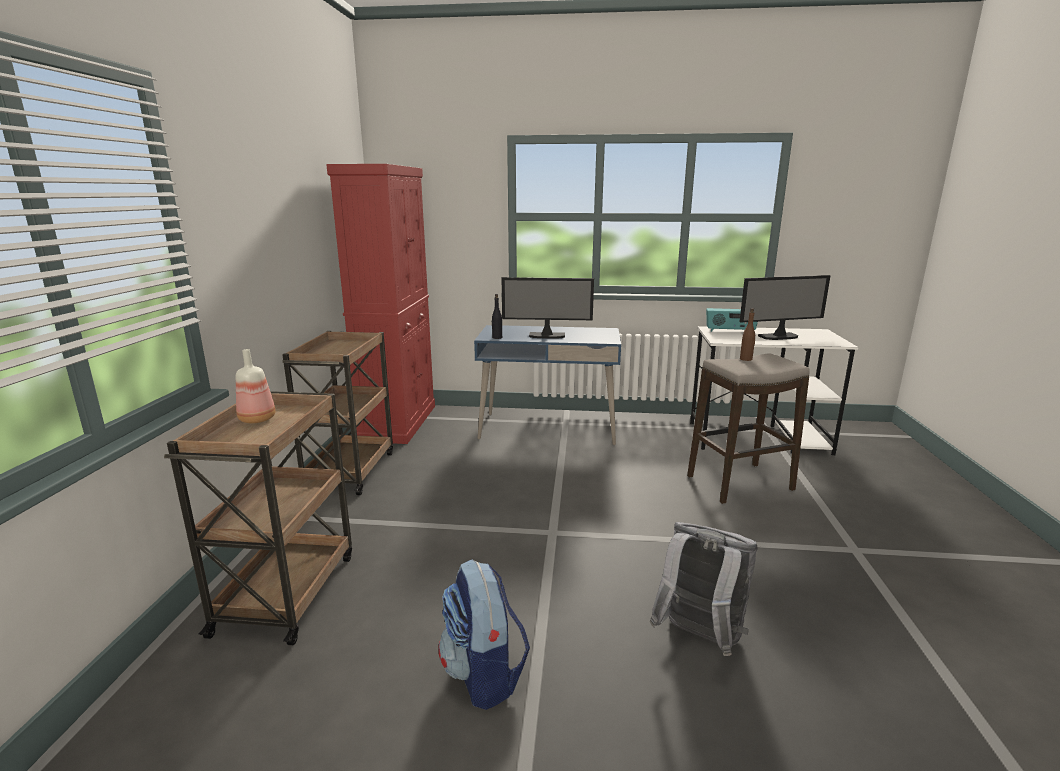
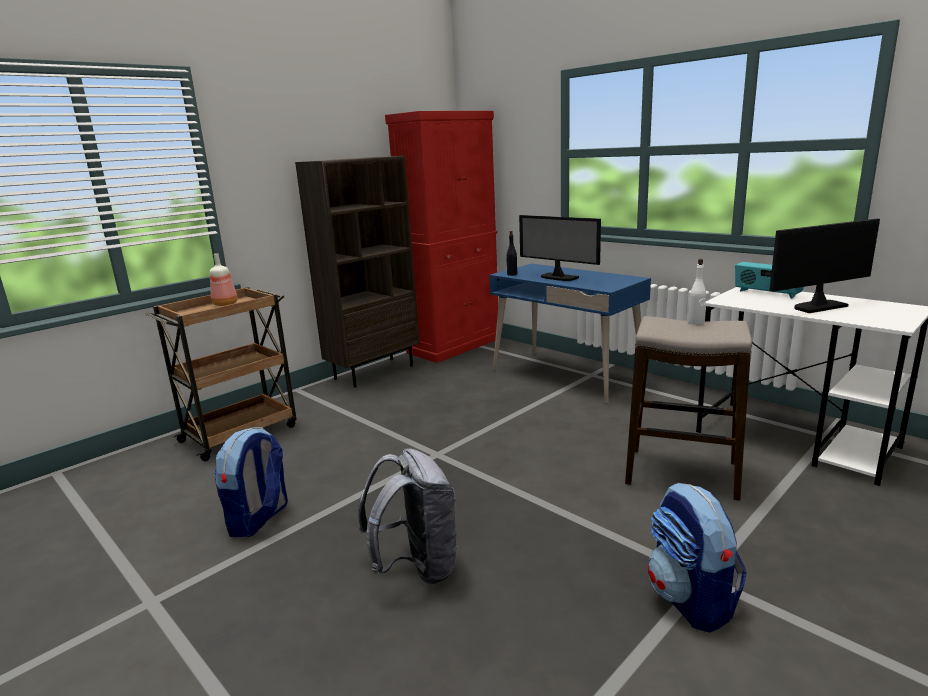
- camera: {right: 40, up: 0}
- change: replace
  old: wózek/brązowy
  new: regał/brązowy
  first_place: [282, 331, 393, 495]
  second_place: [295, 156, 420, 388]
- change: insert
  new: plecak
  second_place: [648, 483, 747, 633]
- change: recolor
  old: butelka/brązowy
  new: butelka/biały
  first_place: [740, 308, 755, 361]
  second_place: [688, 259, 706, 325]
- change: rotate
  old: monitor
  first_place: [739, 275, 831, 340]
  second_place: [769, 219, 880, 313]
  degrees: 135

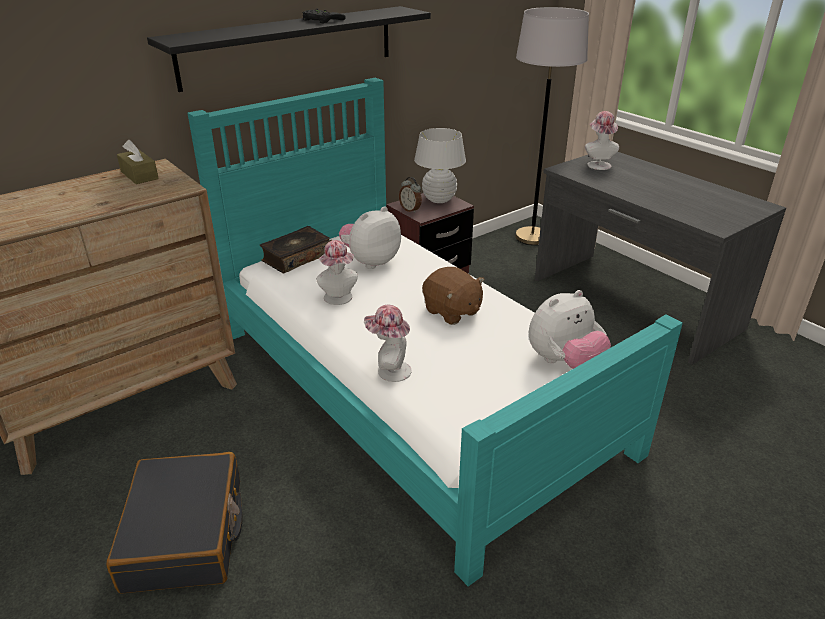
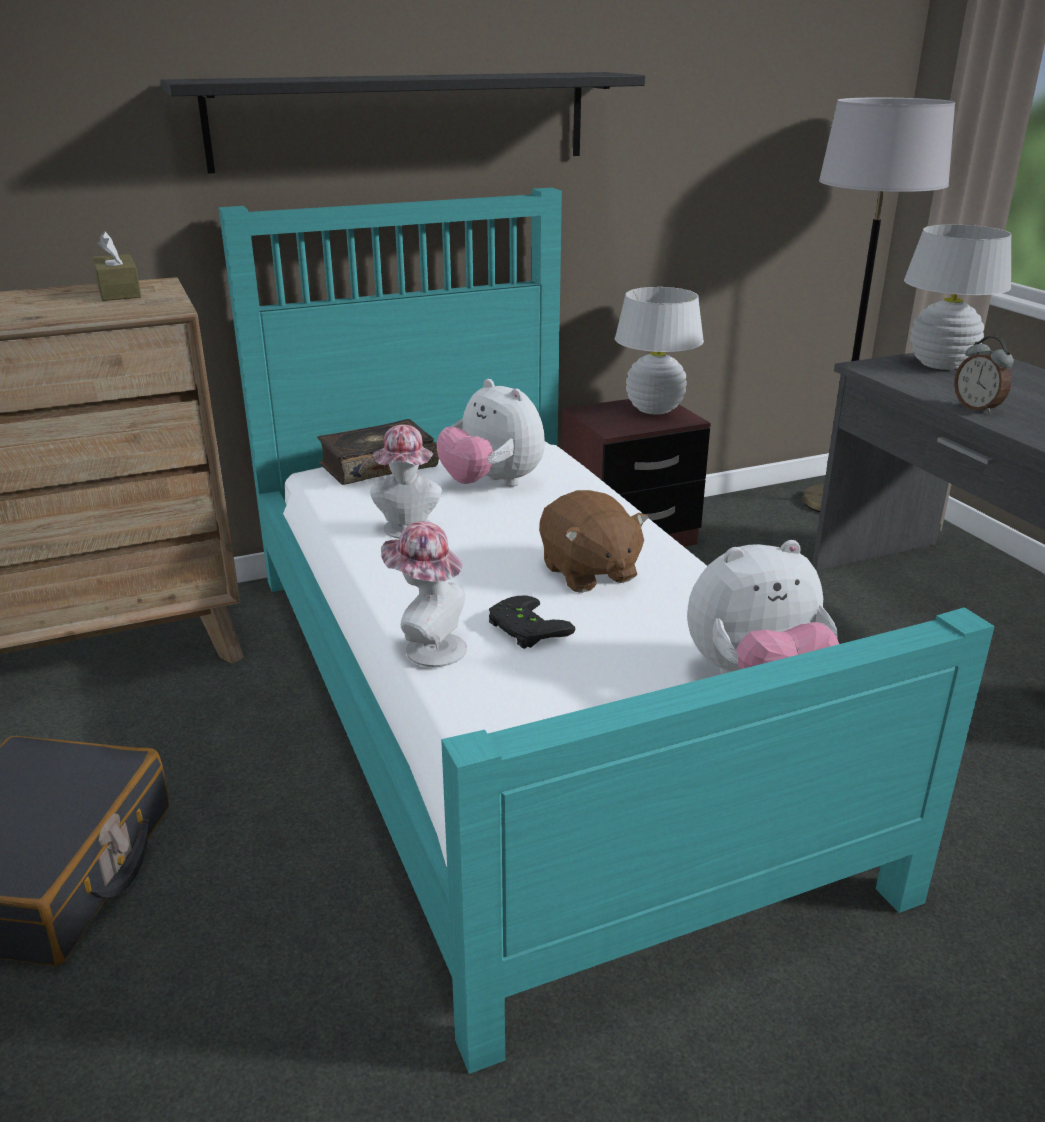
- camera: {right: 15, up: -5}
- change: rotate
  old: pluszak
  first_place: [339, 206, 401, 269]
  second_place: [437, 379, 545, 487]
  degrees: -105
- change: move
  old: pad do gier/czarny
  first_place: [302, 9, 346, 24]
  second_place: [489, 595, 575, 649]
- change: replace
  old: kapelusz
  new: lampa stołowa/biały
  first_place: [585, 111, 619, 170]
  second_place: [904, 225, 1012, 370]
- change: move
  old: budzik
  first_place: [399, 177, 422, 213]
  second_place: [954, 336, 1014, 414]

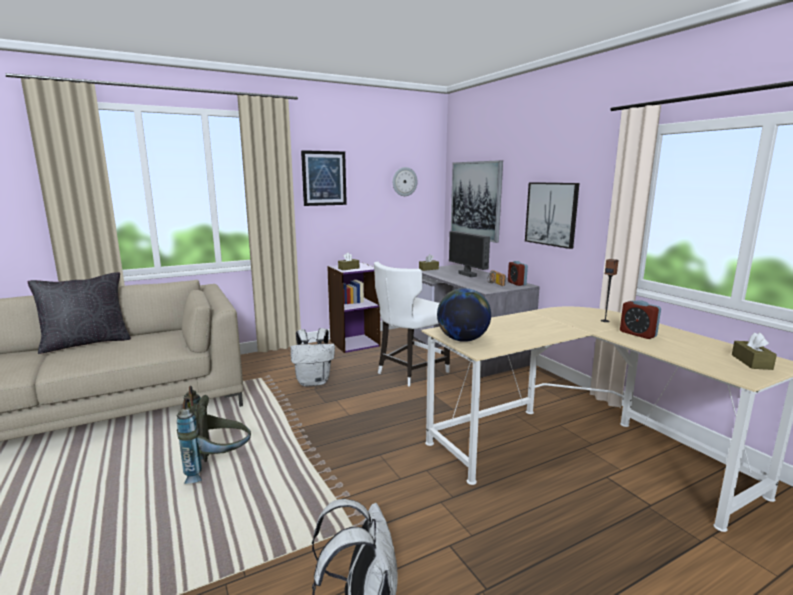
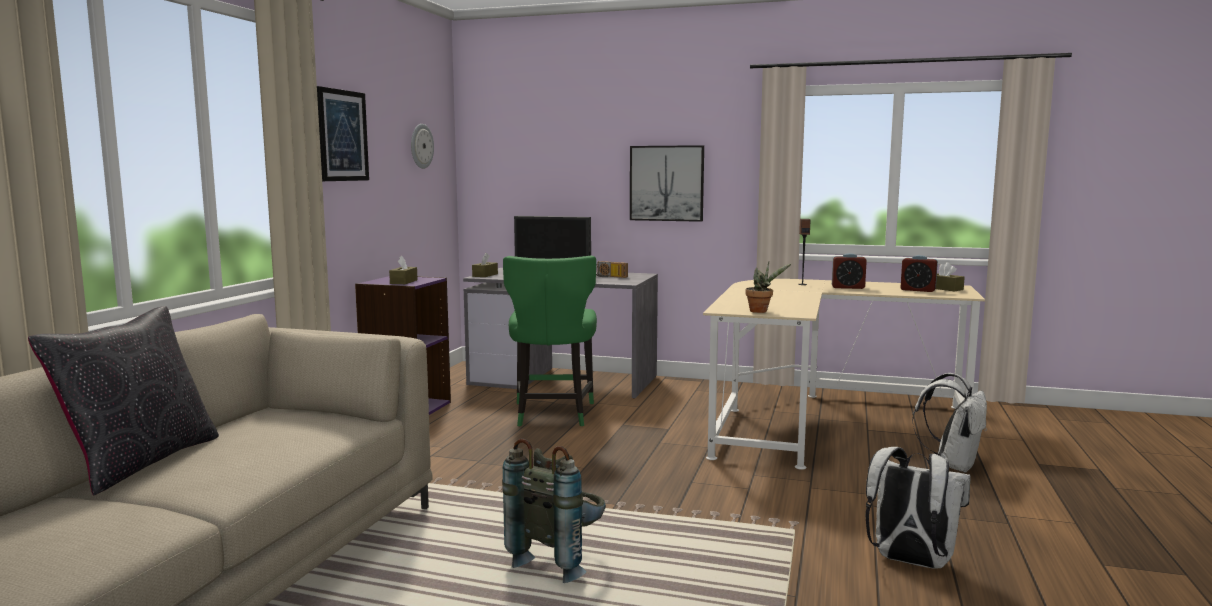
- camera: {right: -45, up: -5}
- change: recolor
  old: krzesło/biały
  new: krzesło/zielony
  first_place: [374, 261, 450, 387]
  second_place: [503, 256, 597, 426]
- change: replace
  old: globus
  new: roślina doniczkowa
  first_place: [437, 288, 491, 342]
  second_place: [745, 261, 792, 313]
- change: move
  old: budzik
  first_place: [508, 261, 528, 286]
  second_place: [901, 255, 938, 292]
- change: move
  old: plecak/biały
  first_place: [290, 328, 335, 386]
  second_place: [912, 373, 987, 473]
- change: delete
  old: obraz
  first_place: [451, 160, 503, 243]

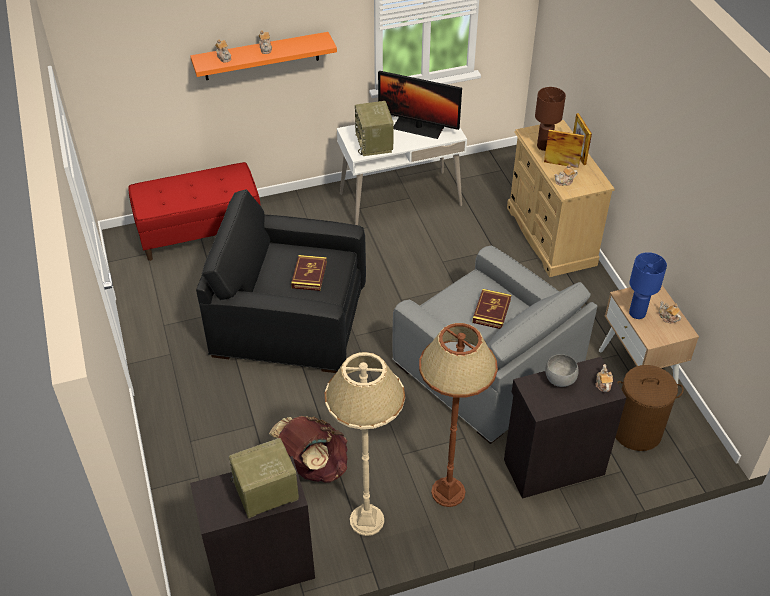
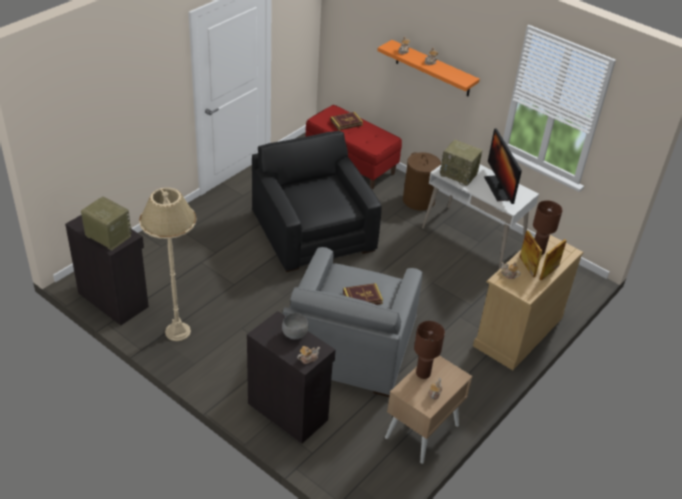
- camera: {right: 55, up: -5}
- change: move
  old: książka
  first_place: [291, 255, 327, 291]
  second_place: [330, 112, 363, 131]
- change: move
  old: kosz na pranie/brązowy
  first_place: [615, 365, 684, 451]
  second_place: [403, 152, 441, 211]
- change: recolor
  old: lampa stołowa/niebieski
  new: lampa stołowa/brązowy
  first_place: [629, 252, 667, 319]
  second_place: [414, 321, 445, 379]
- change: rotate
  old: radio
  first_place: [355, 101, 394, 156]
  second_place: [440, 140, 482, 186]
  degrees: -105
- change: delete
  old: plecak/brązowy
  first_place: [269, 416, 348, 483]
- change: delete
  old: lampa stojąca/brązowy
  first_place: [419, 323, 498, 507]

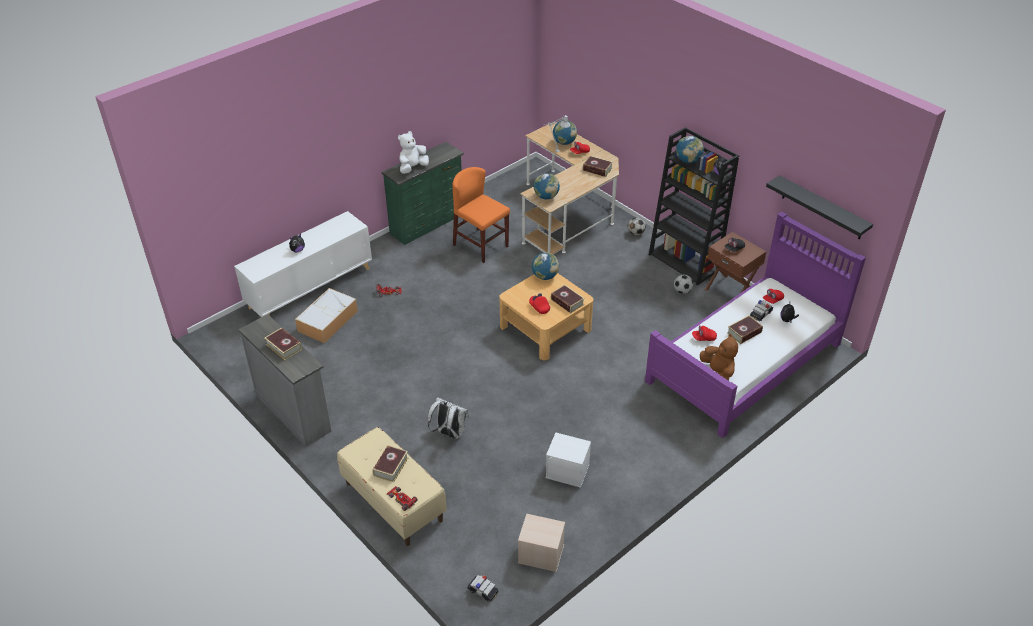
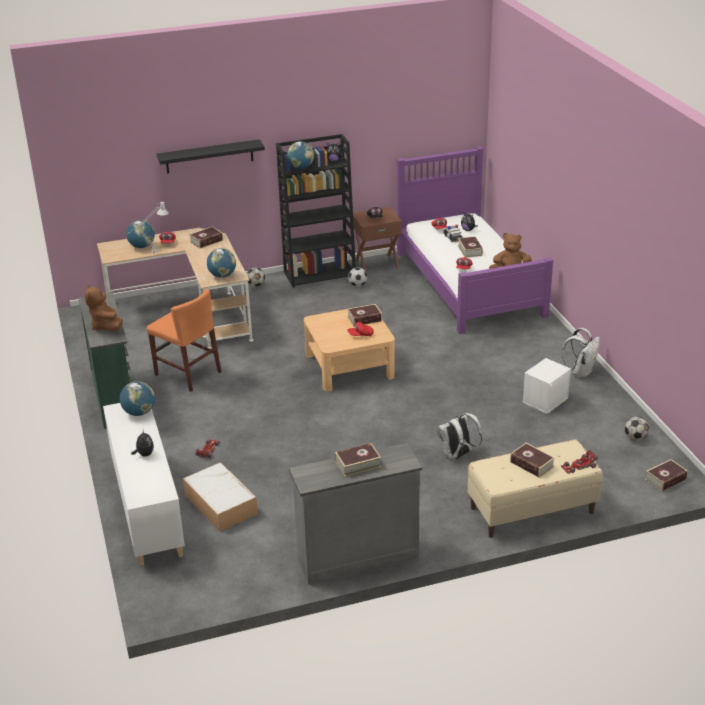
- camera: {right: -65, up: -10}
- change: recolor
  old: pluszak/biały
  new: pluszak/brązowy
  first_place: [398, 131, 429, 174]
  second_place: [85, 285, 123, 331]
- change: move
  old: globus
  first_place: [532, 252, 559, 280]
  second_place: [120, 381, 155, 416]
- change: rotate
  old: krzesło/pomarańczowy
  first_place: [452, 167, 510, 263]
  second_place: [146, 289, 221, 392]
  degrees: -120
- change: move
  old: półka/czarny
  first_place: [766, 175, 873, 239]
  second_place: [157, 139, 265, 173]
- change: insert
  new: plecak/biały
  second_place: [561, 328, 600, 378]
- change: replace
  old: pojemnik do przechowywania/beżowy
  new: piłka futbolowa
  first_place: [518, 514, 565, 572]
  second_place: [625, 416, 649, 441]
- change: replace
  old: samochodzik
  new: książka
  first_place: [467, 575, 499, 602]
  second_place: [645, 459, 688, 491]

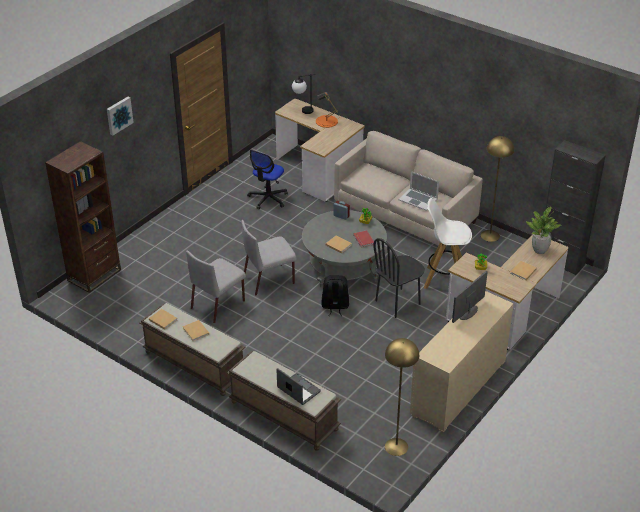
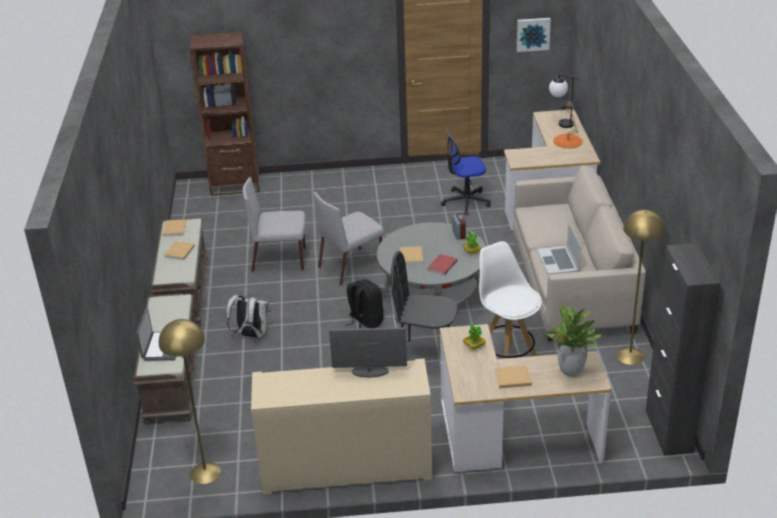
- camera: {right: 50, up: -5}
- change: insert
  new: plecak/biały
  second_place: [226, 295, 270, 338]
- change: rotate
  old: krzesło/szary
  first_place: [241, 220, 296, 296]
  second_place: [314, 192, 385, 285]
  degrees: -60
- change: move
  old: obraz
  first_place: [107, 97, 134, 135]
  second_place: [517, 18, 551, 52]

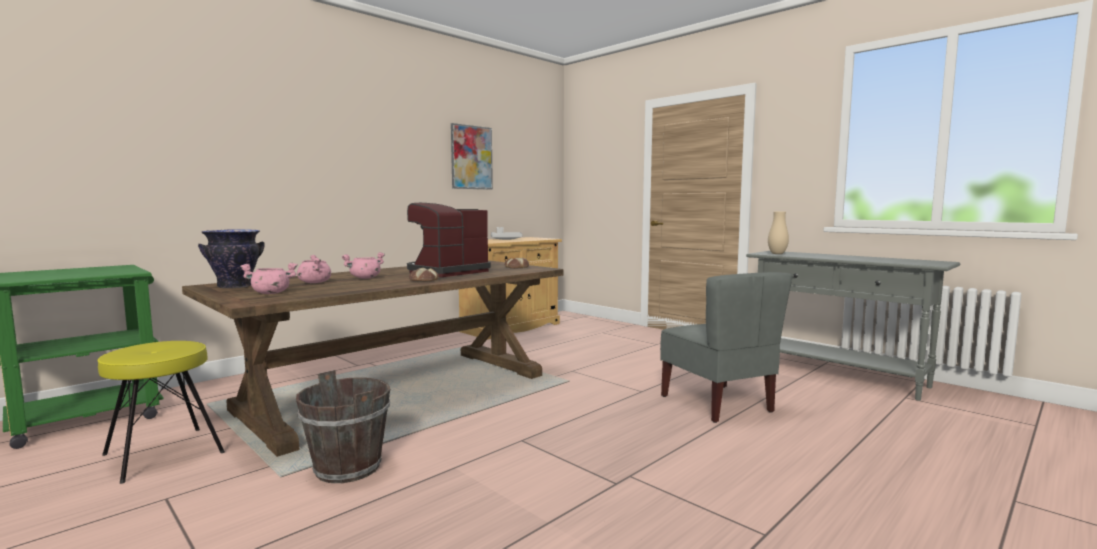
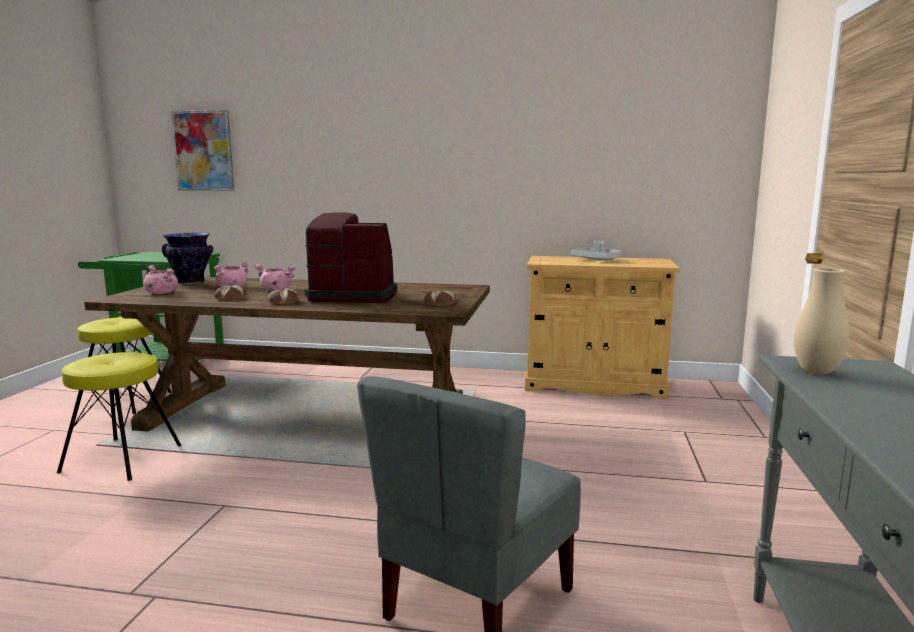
- camera: {right: 55, up: 5}
- change: replace
  old: wiadro/brązowy
  new: stołek/żółty
  first_place: [296, 370, 390, 483]
  second_place: [57, 352, 182, 481]
- change: move
  old: obraz
  first_place: [451, 123, 493, 190]
  second_place: [171, 110, 234, 191]
- change: insert
  new: chleb
  second_place: [214, 285, 246, 300]

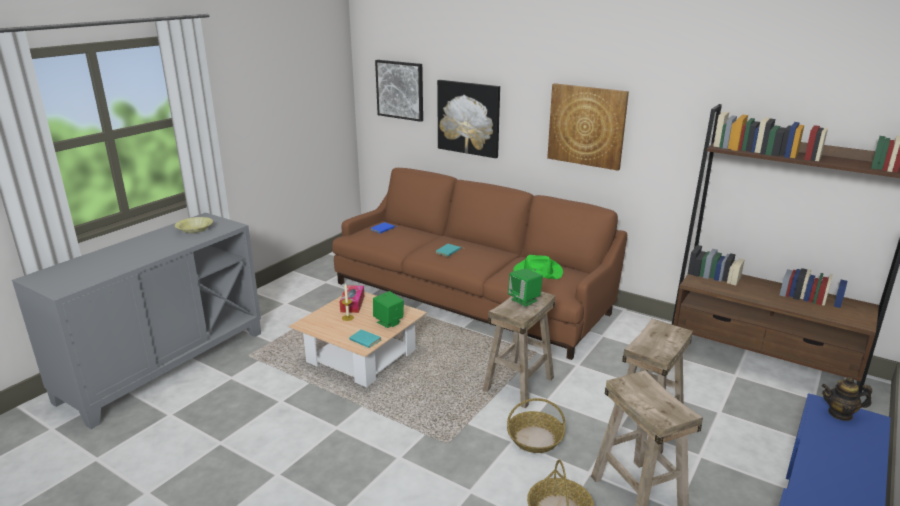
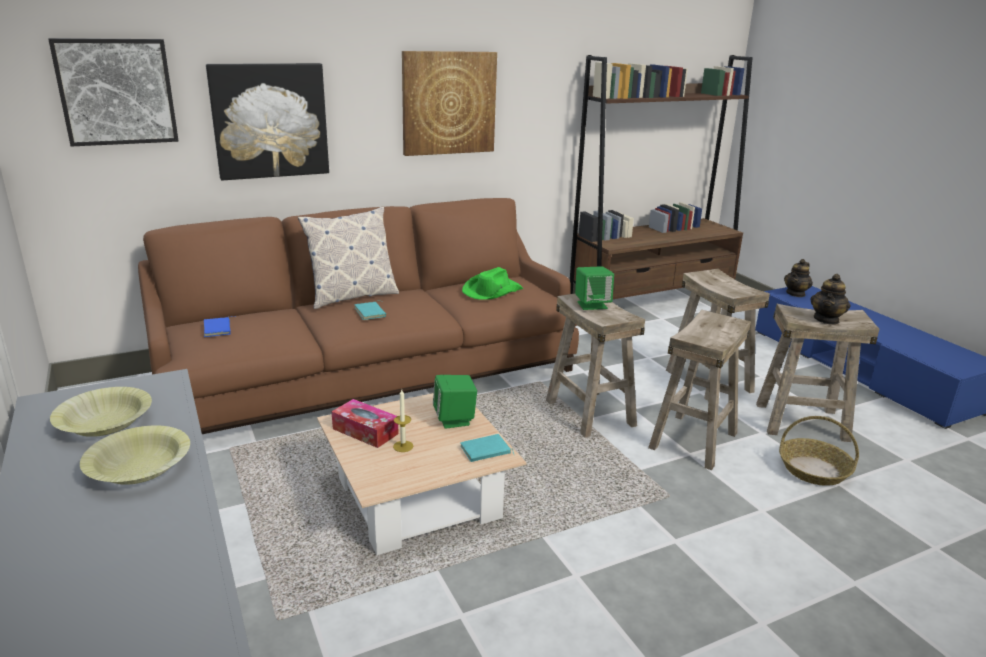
- camera: {right: -60, up: 0}
- change: insert
  new: miska/żółty
  second_place: [80, 425, 190, 485]
- change: insert
  new: poduszka
  second_place: [298, 207, 399, 309]
- change: replace
  old: koszyk
  new: stołek/beżowy
  first_place: [507, 398, 565, 453]
  second_place: [648, 310, 751, 470]
- change: insert
  new: imbryk
  second_place: [810, 274, 850, 325]

